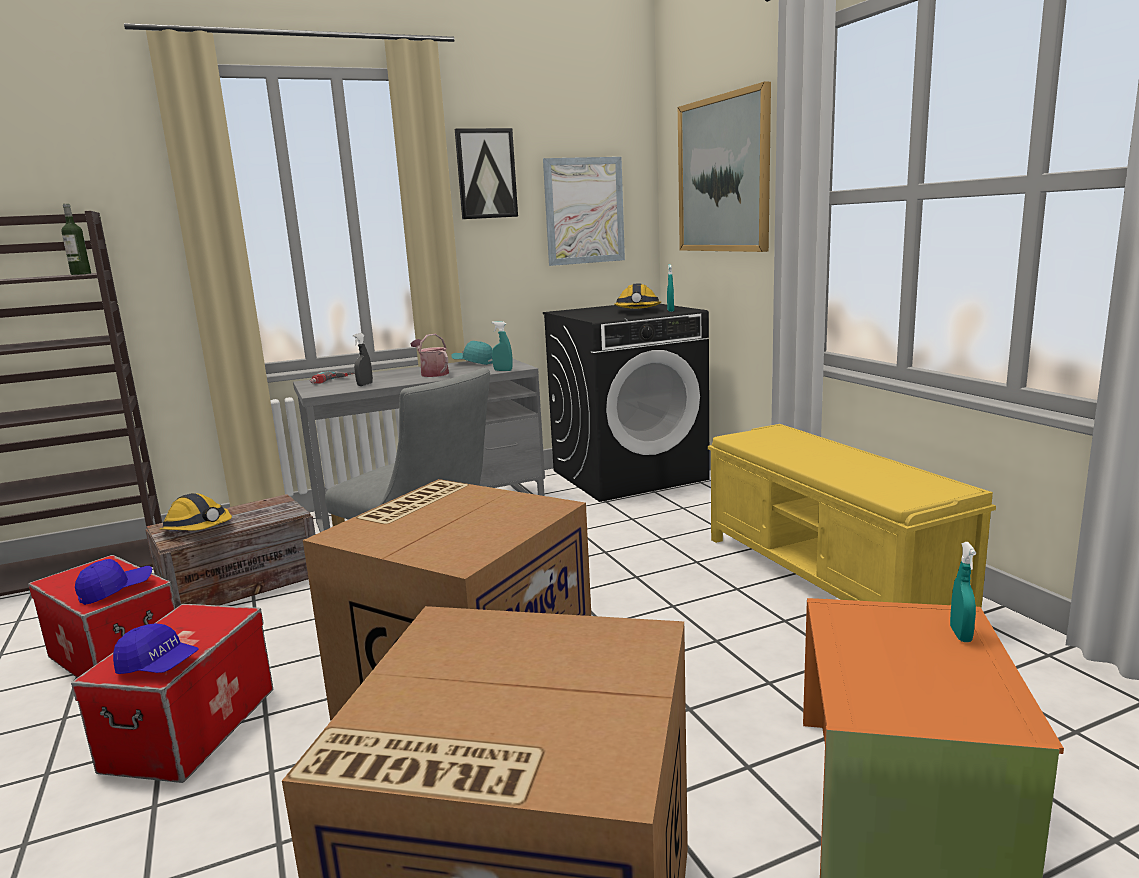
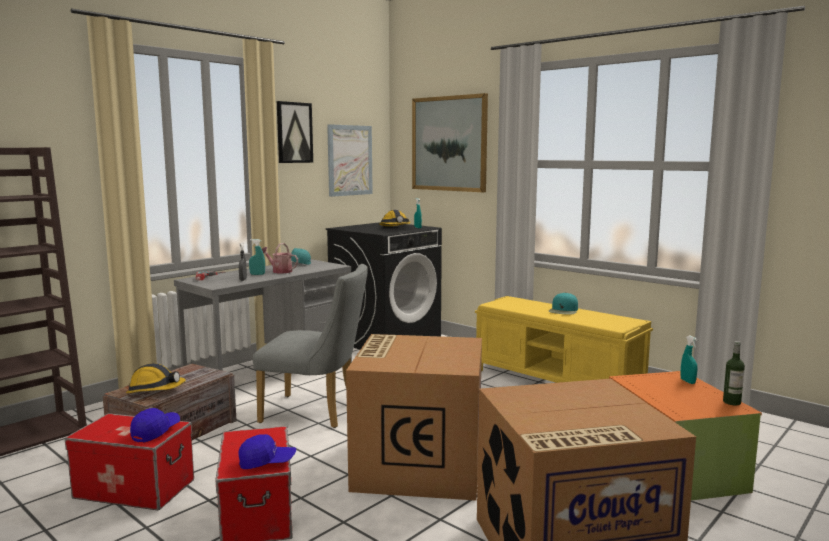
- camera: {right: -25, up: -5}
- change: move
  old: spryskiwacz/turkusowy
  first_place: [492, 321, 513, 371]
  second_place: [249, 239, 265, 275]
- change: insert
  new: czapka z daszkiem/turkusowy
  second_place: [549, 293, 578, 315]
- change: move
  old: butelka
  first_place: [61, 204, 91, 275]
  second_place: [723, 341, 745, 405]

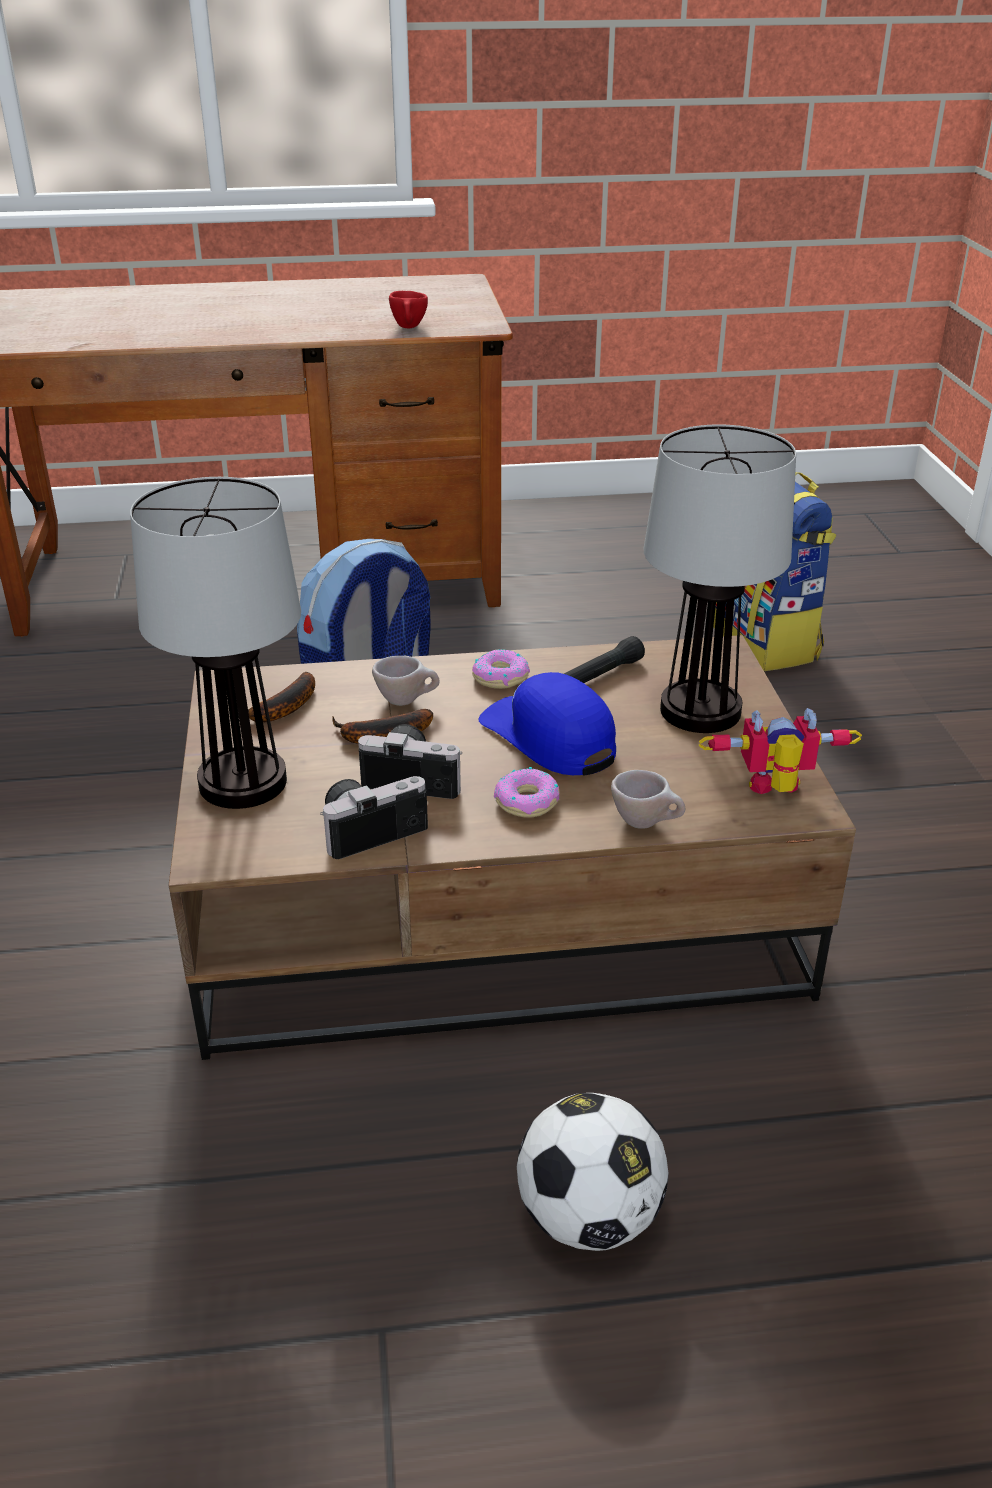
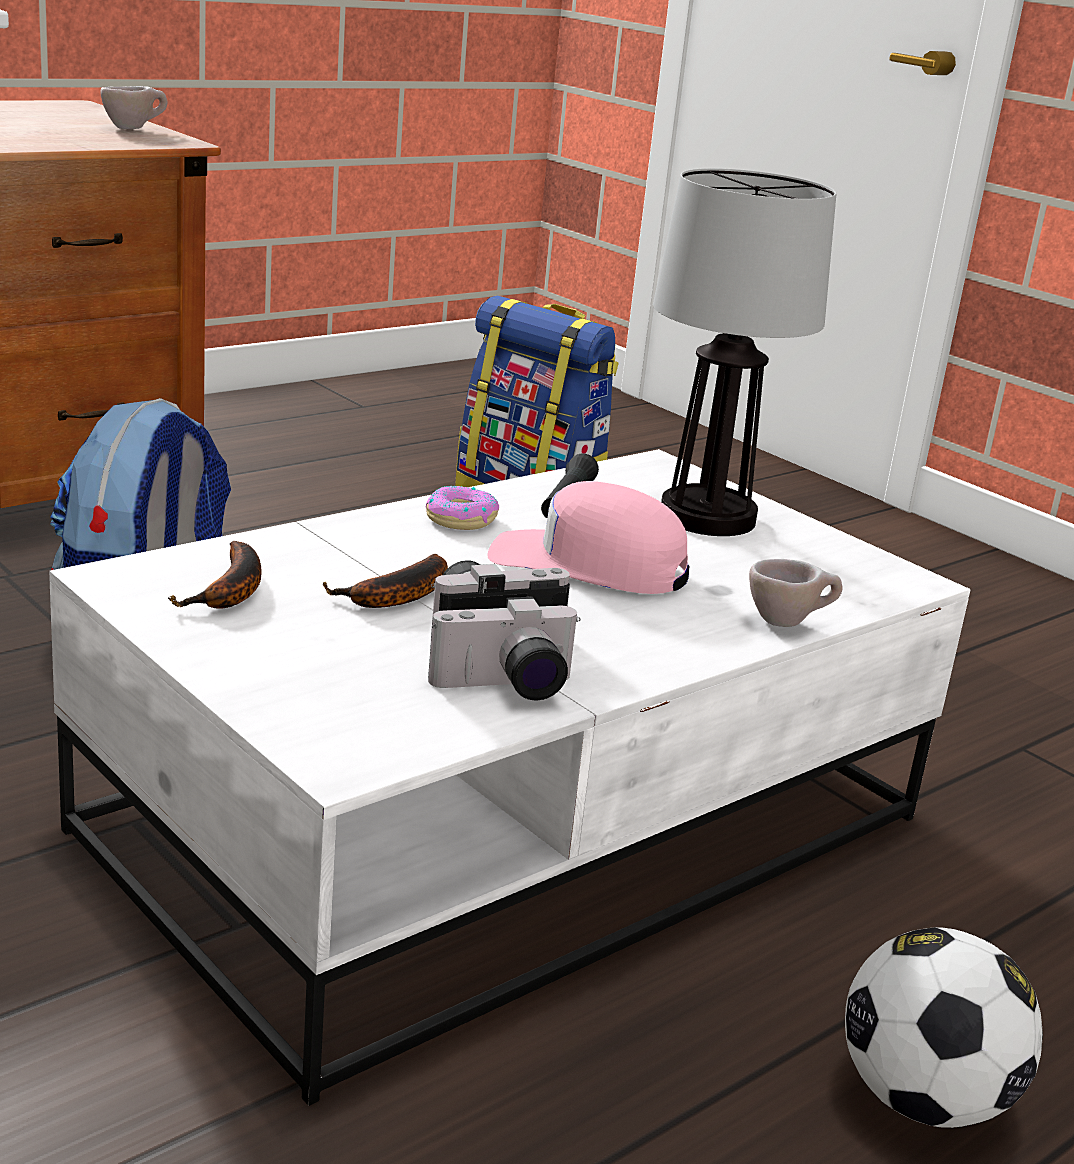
- camera: {right: -35, up: -10}
- change: recolor
  old: ława/brązowy
  new: ława/biały
  first_place: [169, 635, 856, 1060]
  second_place: [49, 449, 971, 1106]
- change: move
  old: filiżanka/beżowy
  first_place: [372, 656, 440, 706]
  second_place: [100, 86, 168, 129]
- change: rotate
  old: aparat fotograficzny
  first_place: [320, 776, 428, 859]
  second_place: [428, 597, 581, 700]
  degrees: -135
- change: recolor
  old: czapka z daszkiem/niebieski
  new: czapka z daszkiem/różowy
  first_place: [478, 672, 616, 776]
  second_place: [487, 481, 689, 594]
- change: delete
  old: lampa stołowa
  first_place: [130, 477, 301, 809]
- change: delete
  old: filiżanka/czerwony
  first_place: [389, 291, 428, 328]
- change: delete
  old: donut
  first_place: [494, 767, 560, 818]
- change: delete
  old: robot zabawkowy
  first_place: [699, 708, 862, 794]

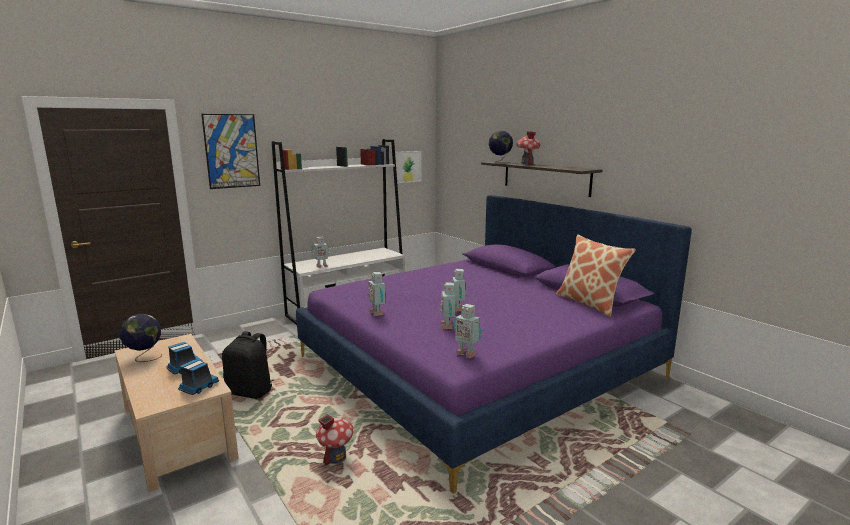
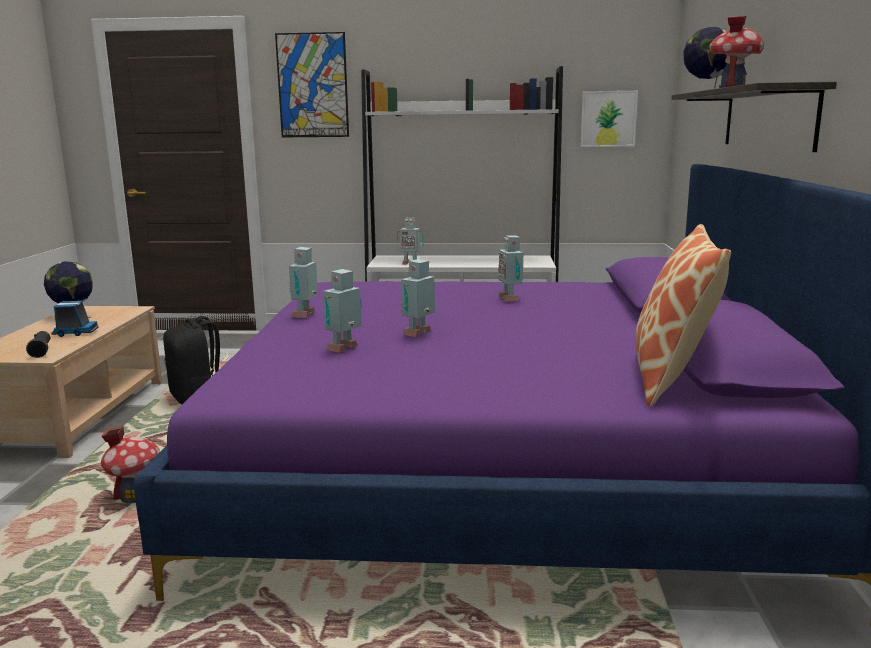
- camera: {right: 40, up: 0}
- change: replace
  old: ciężarówka zabawkowa
  new: latarka/czarny
  first_place: [178, 359, 219, 395]
  second_place: [26, 331, 50, 358]
- change: move
  old: robot zabawkowy
  first_place: [454, 304, 481, 358]
  second_place: [498, 235, 523, 302]

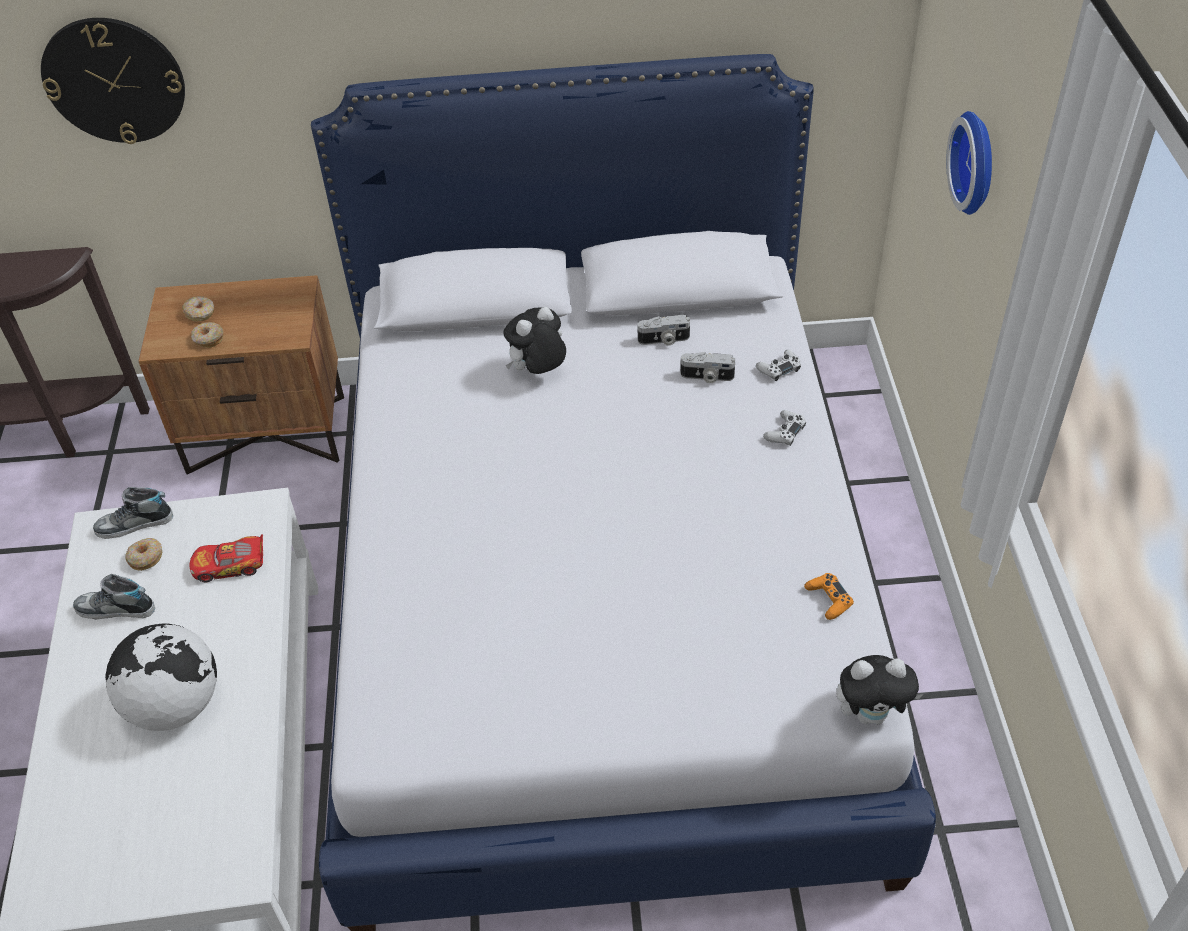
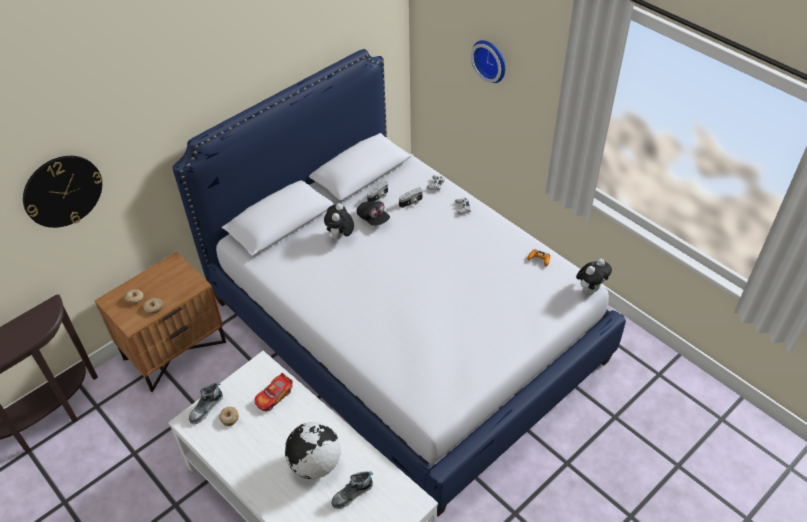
- camera: {right: -40, up: 0}
- change: move
  old: but
  first_place: [73, 574, 155, 619]
  second_place: [331, 471, 373, 509]
- change: insert
  new: czapka z daszkiem/czarny
  second_place: [357, 201, 390, 226]

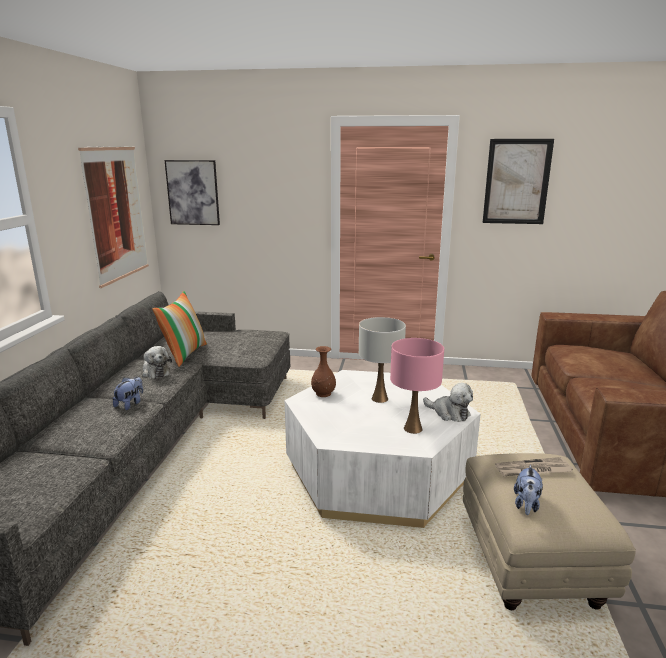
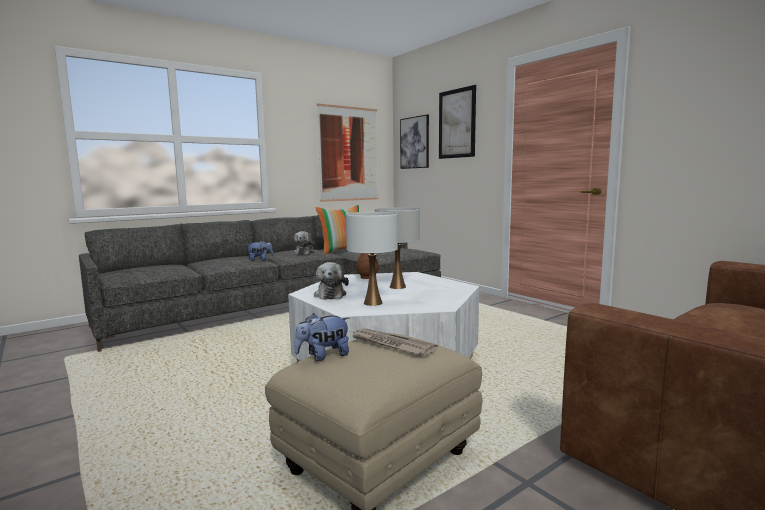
- camera: {right: 45, up: -10}
- change: move
  old: pluszak
  first_place: [423, 383, 473, 422]
  second_place: [314, 262, 349, 300]
- change: recolor
  old: lampa stołowa/różowy
  new: lampa stołowa/biały
  first_place: [390, 338, 444, 434]
  second_place: [346, 212, 398, 306]
- change: move
  old: obraz
  first_place: [483, 139, 554, 224]
  second_place: [439, 85, 476, 159]

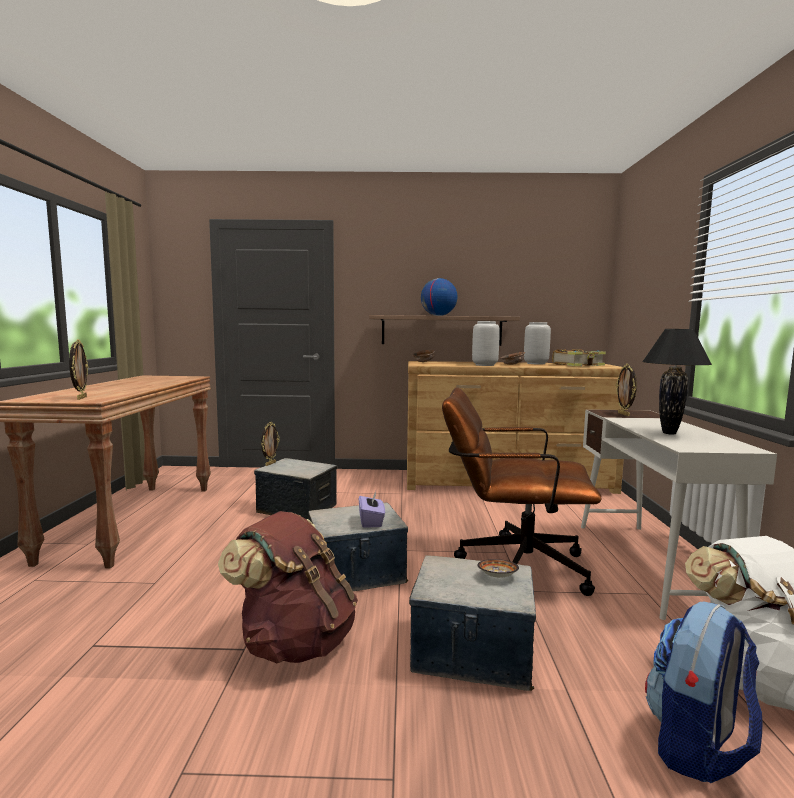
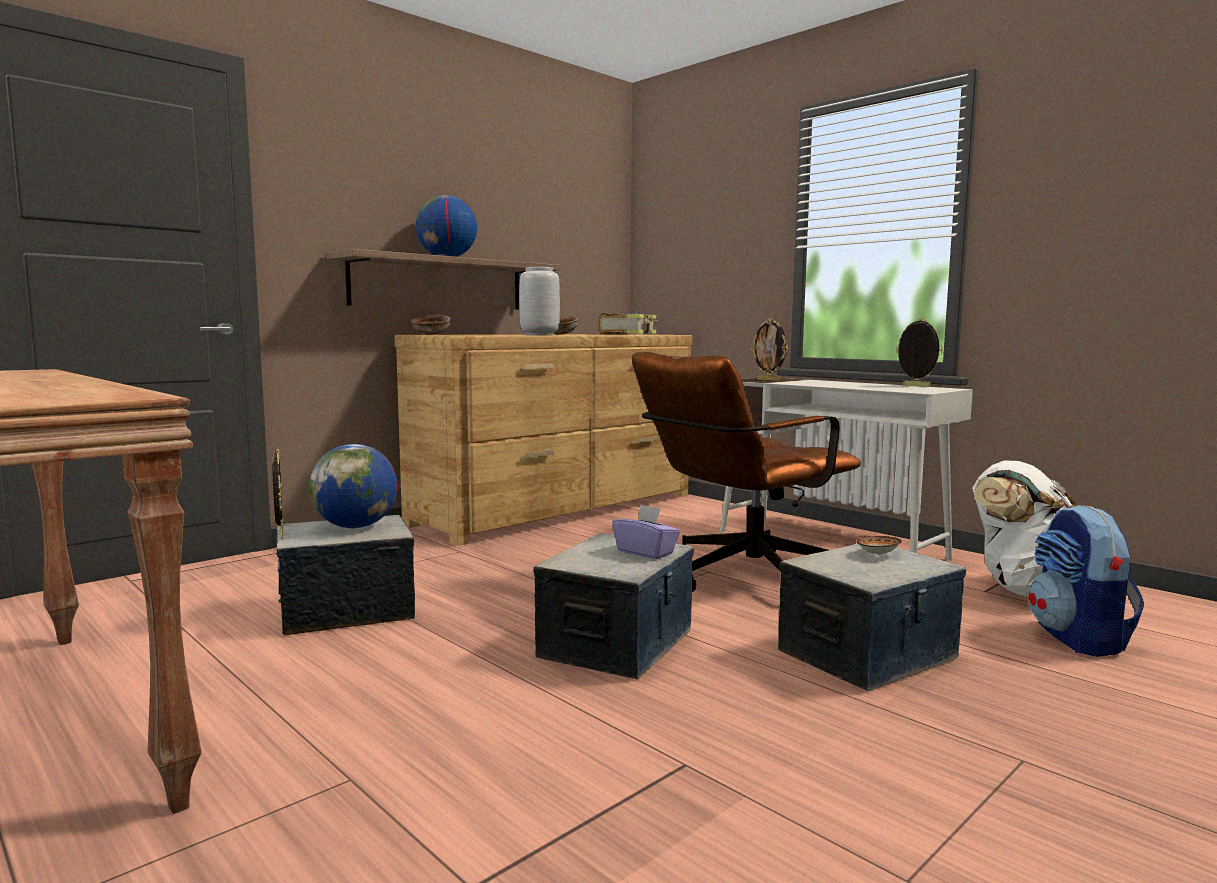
- camera: {right: -45, up: 0}
- change: insert
  new: globus
  second_place: [309, 444, 398, 528]
- change: move
  old: ramka na zdjęcie
  first_place: [69, 339, 88, 400]
  second_place: [896, 318, 943, 387]
- change: delete
  old: plecak/brązowy
  first_place: [218, 511, 358, 663]
- change: delete
  old: wazon/szary
  first_place: [524, 322, 551, 364]
- change: delete
  old: lampa stołowa/czarny
  first_place: [642, 329, 712, 435]

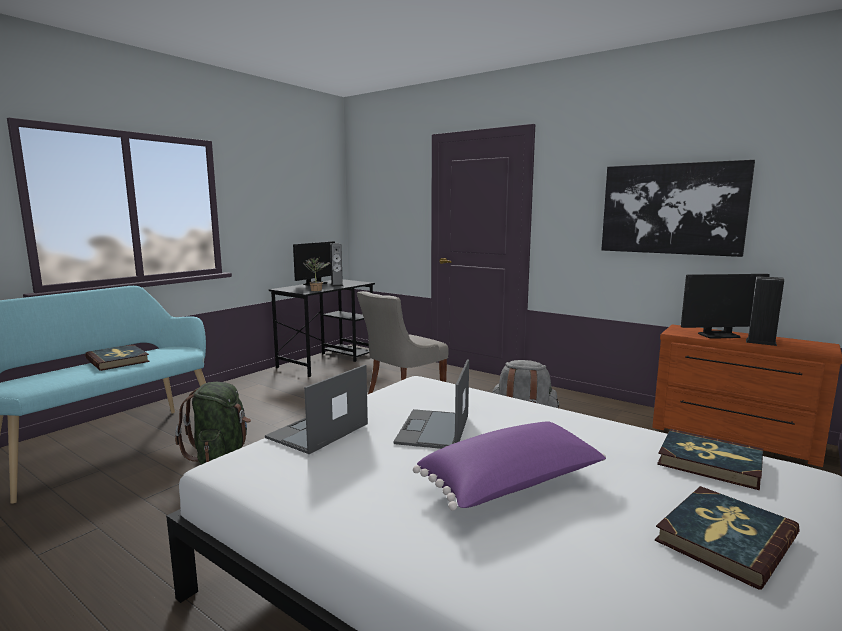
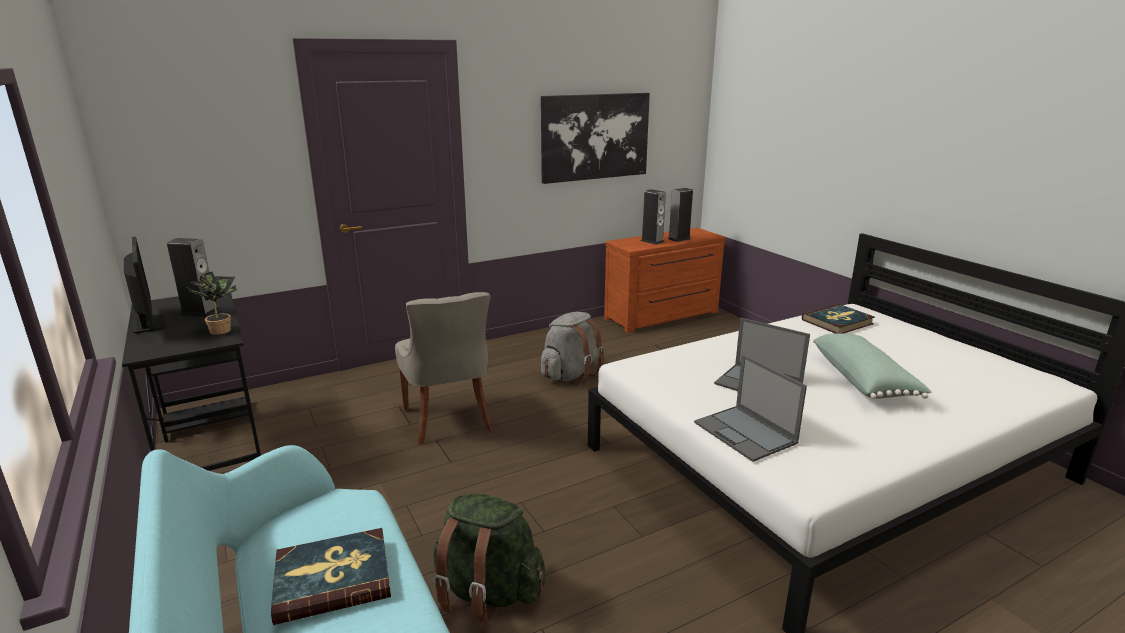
- camera: {right: -65, up: 10}
- change: replace
  old: monitor
  new: głośnik
  first_place: [681, 274, 770, 339]
  second_place: [641, 189, 666, 245]
- change: recolor
  old: poduszka/fioletowy
  new: poduszka/zielony
  first_place: [413, 421, 606, 511]
  second_place: [813, 333, 931, 399]
- change: delete
  old: książka
  first_place: [655, 486, 800, 590]

